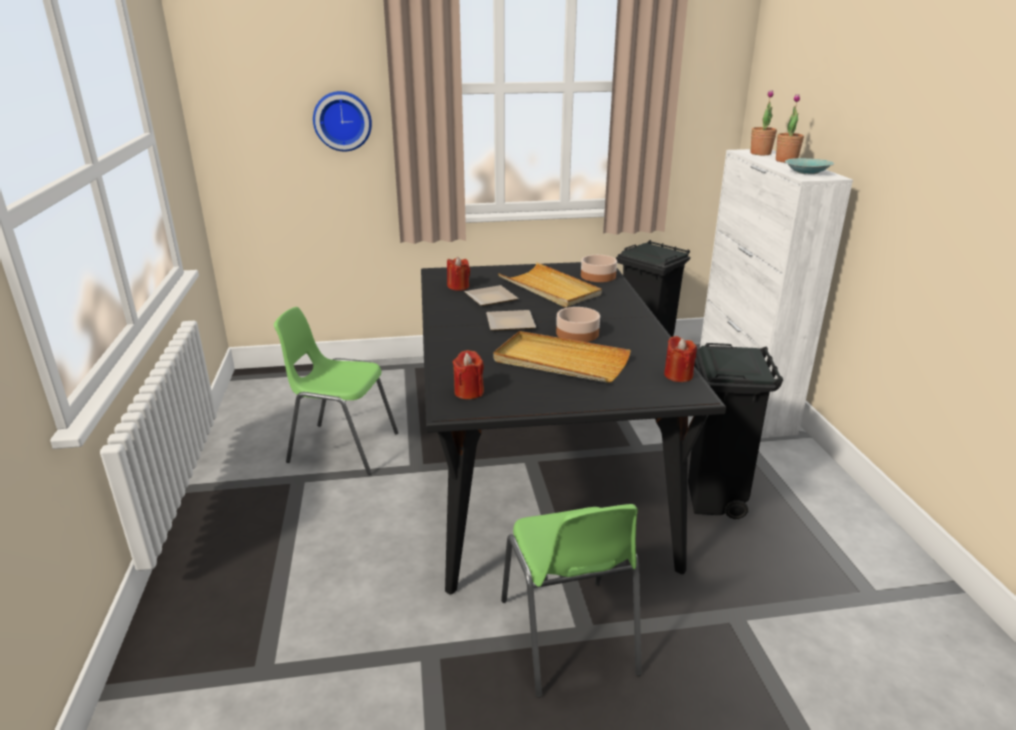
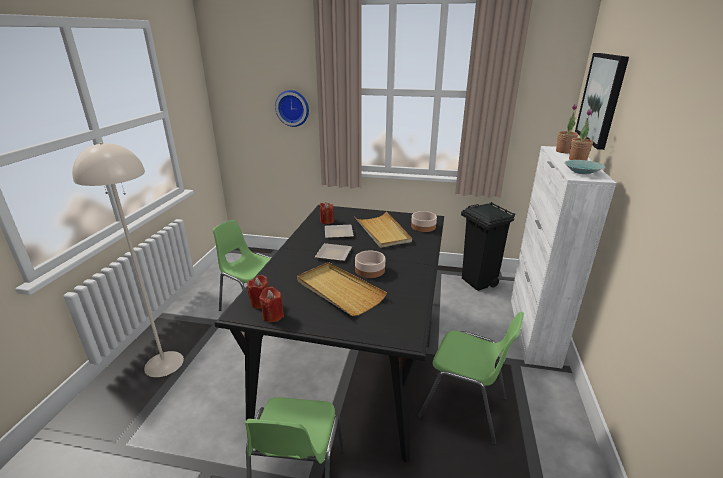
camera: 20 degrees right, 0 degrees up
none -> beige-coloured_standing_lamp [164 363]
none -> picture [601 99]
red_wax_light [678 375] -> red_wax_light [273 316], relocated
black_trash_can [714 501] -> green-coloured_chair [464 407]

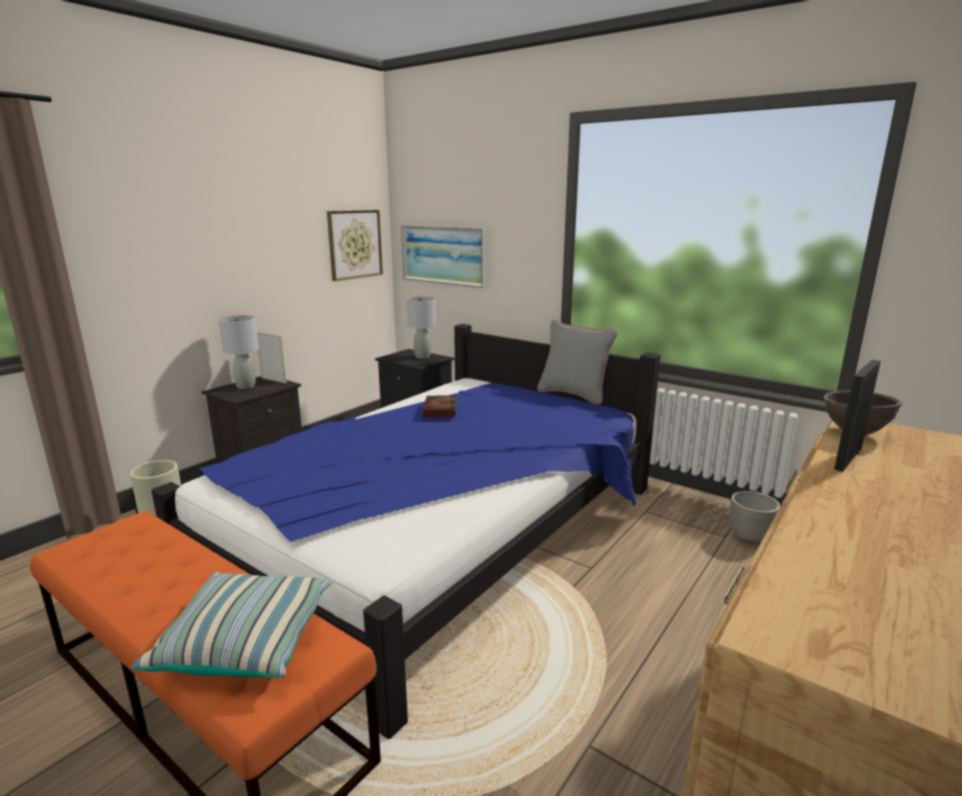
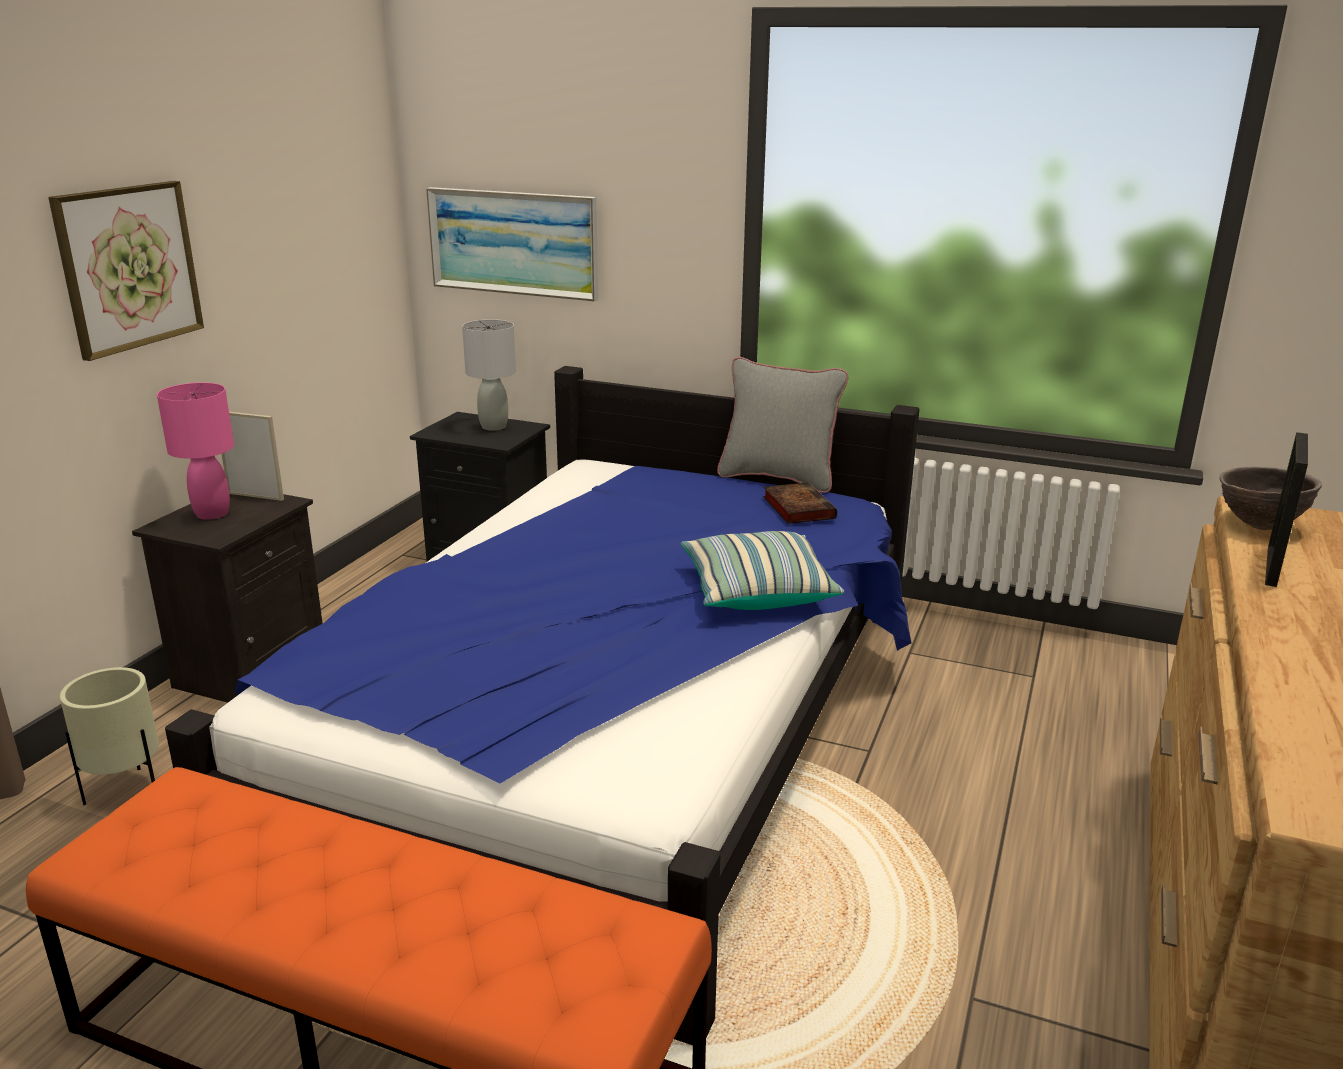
camera: 15 degrees left, 5 degrees up
planter [750 538] -> none
throw_pillow [246 641] -> throw_pillow [756 591], relocated
picture [355 244] -> picture [129 267], relocated
book [440 409] -> book [797 507], relocated
greyish_lamp_for_a_table [246 386] -> pinkish_lamp_for_a_table [212 514]

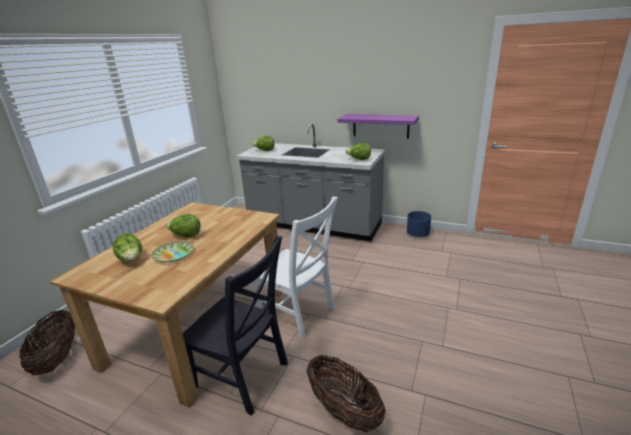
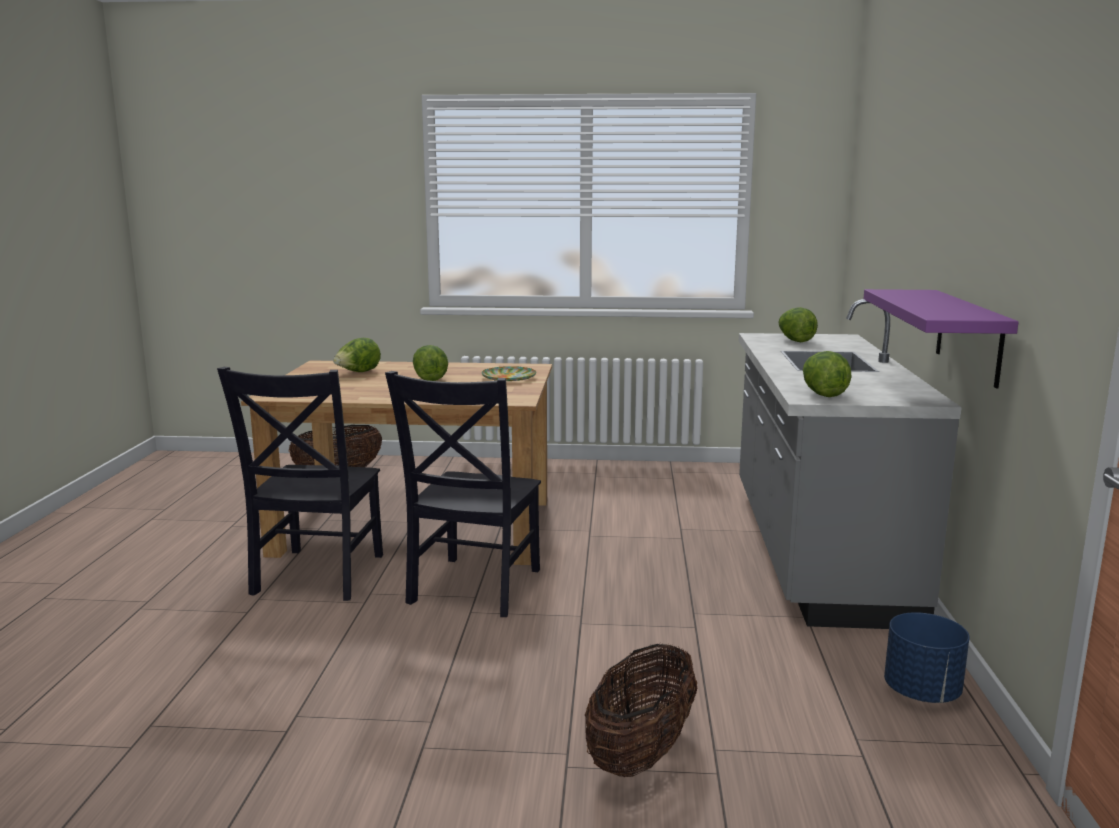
camera: 70 degrees right, 10 degrees down
dinner_plate [174 254] -> dinner_plate [509 378], relocated
basket [343 411] -> basket [641 753], relocated
white_chair [299 313] -> black_chair [472 588]

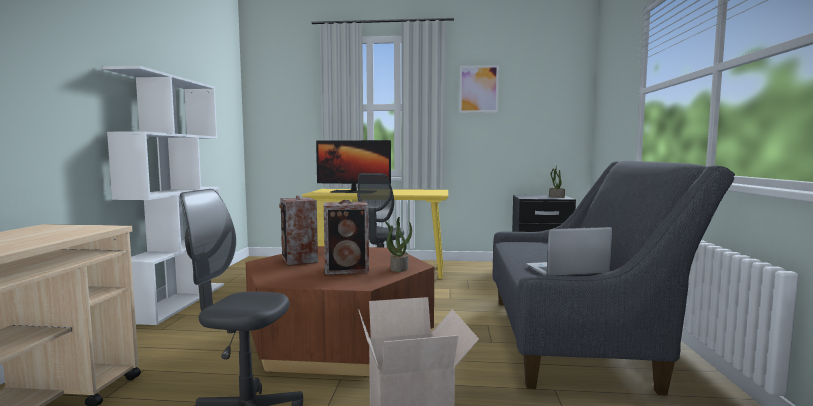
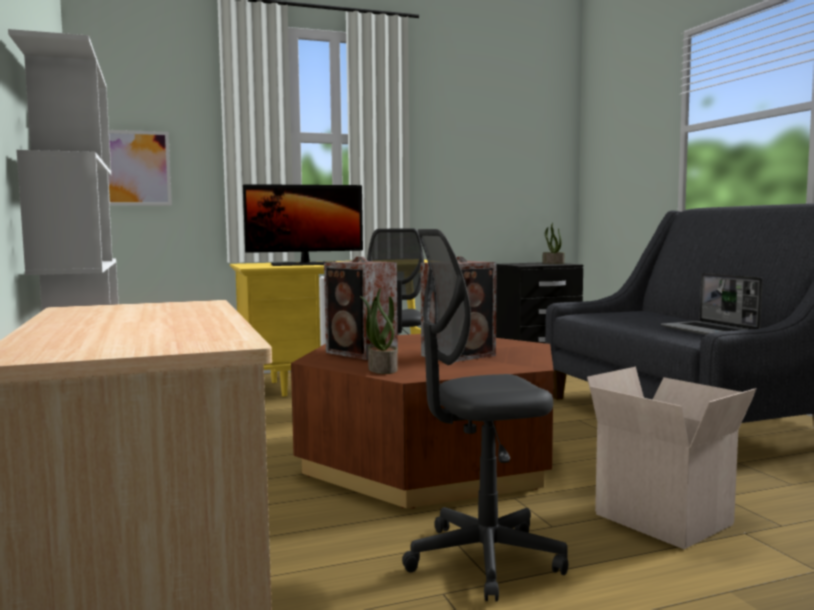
camera: 25 degrees left, 0 degrees up
potted_plant [399 268] -> potted_plant [381 369], relocated
picture [478 89] -> picture [137 168], relocated
notebook_computer [566 271] -> notebook_computer [710 331], 75 degrees counterclockwise

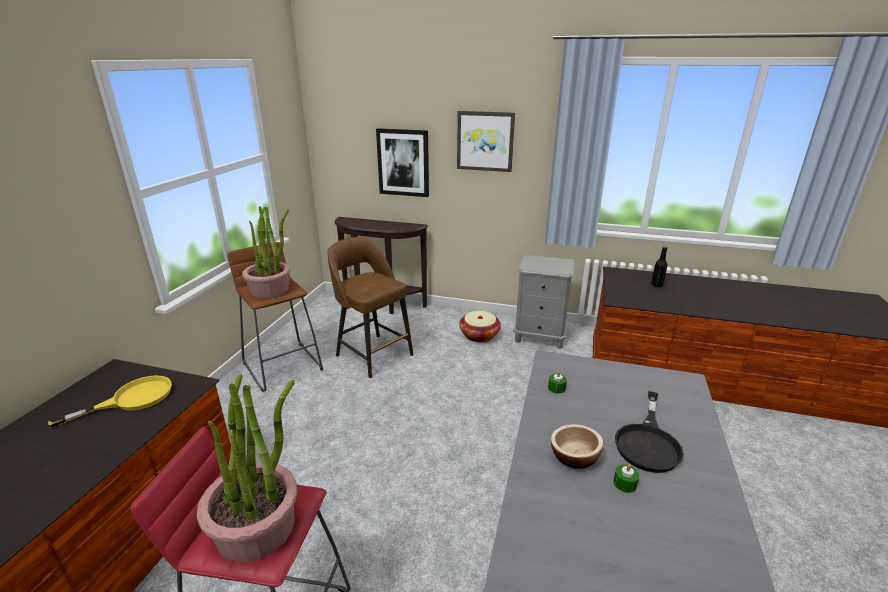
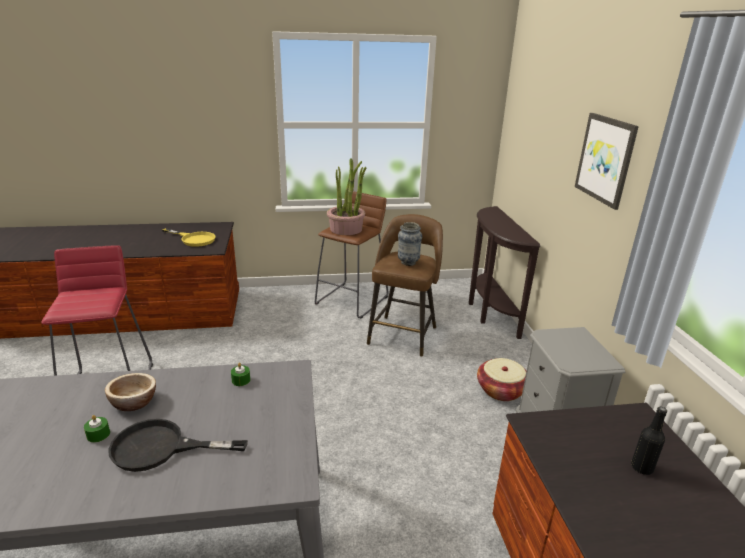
camera: 65 degrees right, 0 degrees up
potted_plant [257 526] -> none
picture [403 162] -> none
none -> vase [408 263]

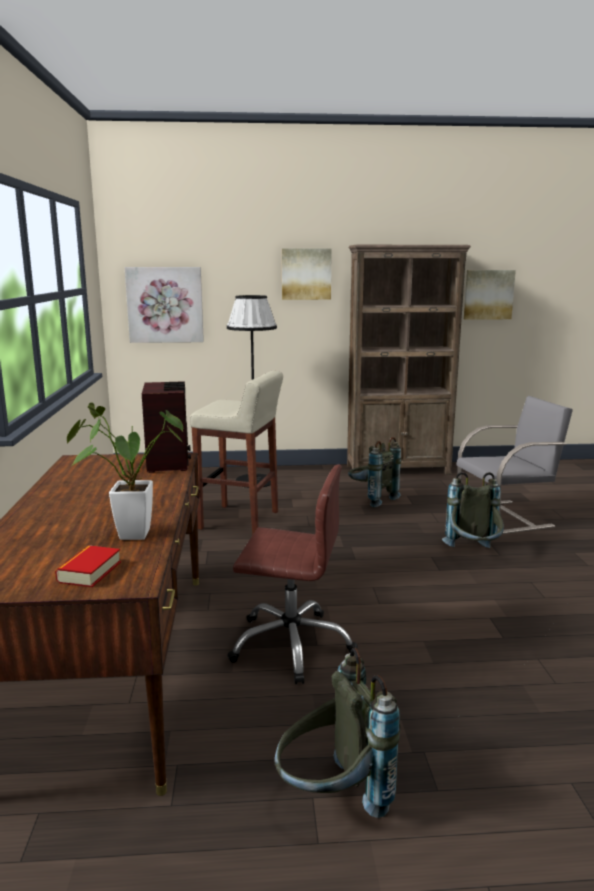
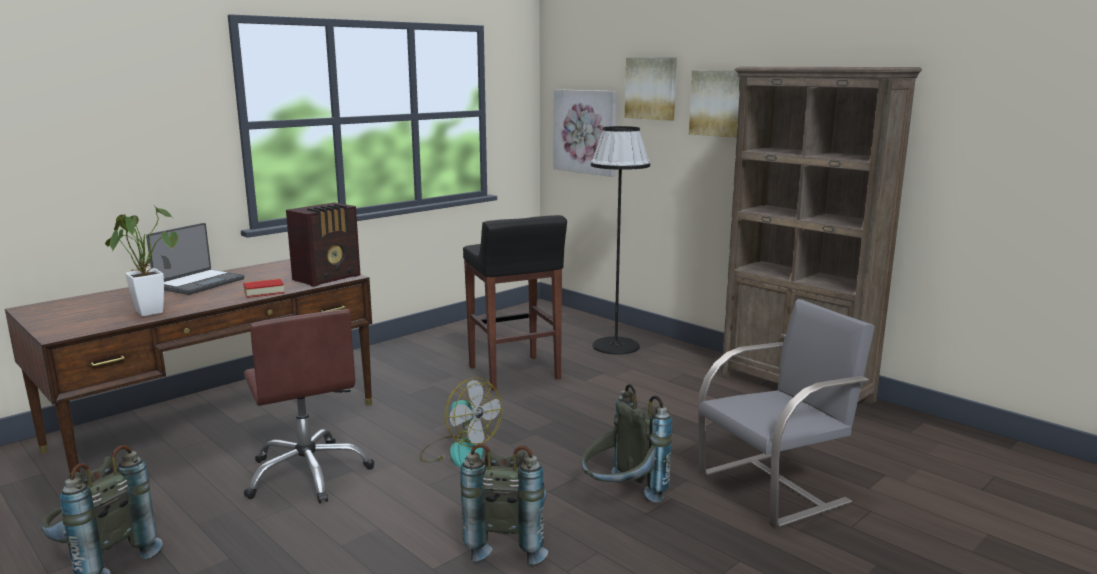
camera: 50 degrees right, 0 degrees up
none -> notebook_computer [199 283]
none -> electric_fan [459 451]
book [89 572] -> book [264 292], relocated
greyish_backpack [371 498] -> greyish_backpack [507 542], relocated
picture [488 294] -> picture [651 88], relocated
beige-coloured_stool_seat [240 521] -> black_stool_seat [514 374]
greyish_chair [506 517] -> greyish_chair [775 487], 60 degrees counterclockwise

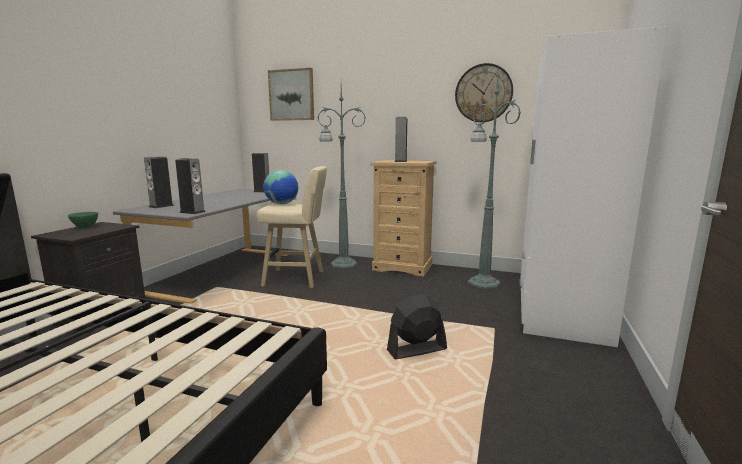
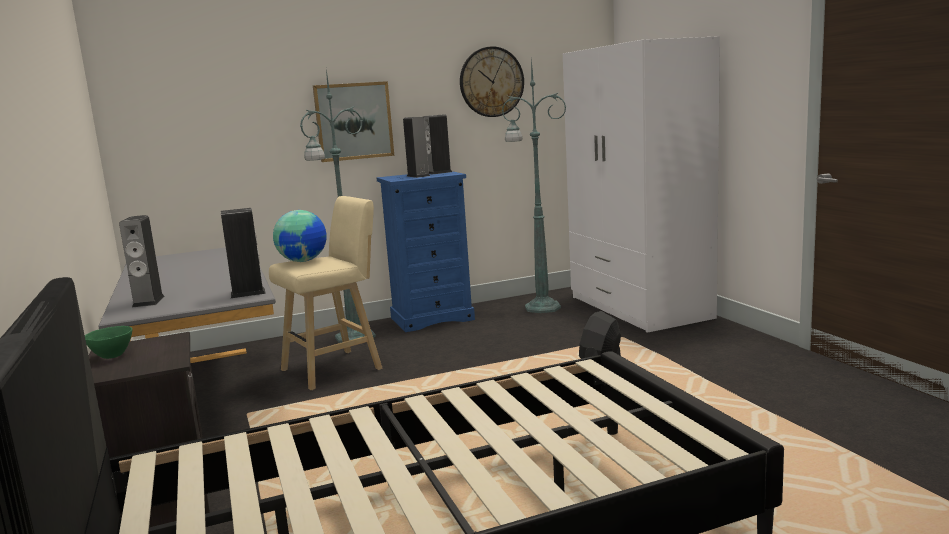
camera: 40 degrees left, 0 degrees up
speaker [262 191] -> speaker [439 172], relocated
picture [291 95] -> picture [353 121], relocated
beige-coloured_chest_of_drawers [403 267] -> bluish_chest_of_drawers [432 318]

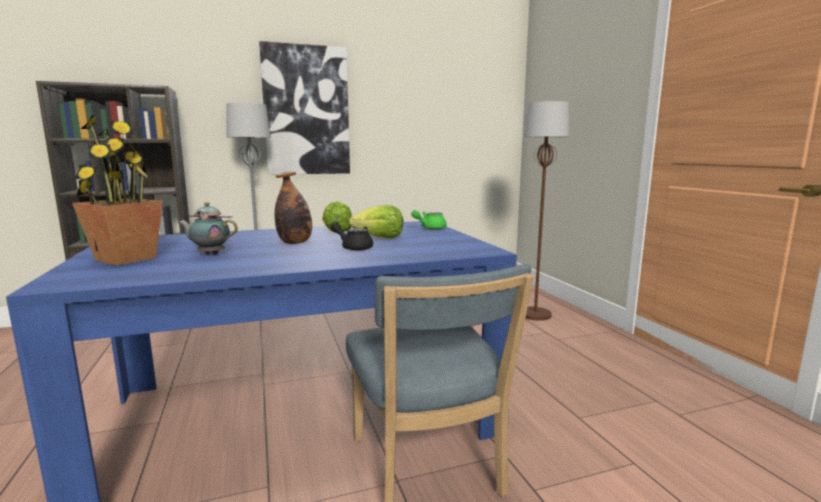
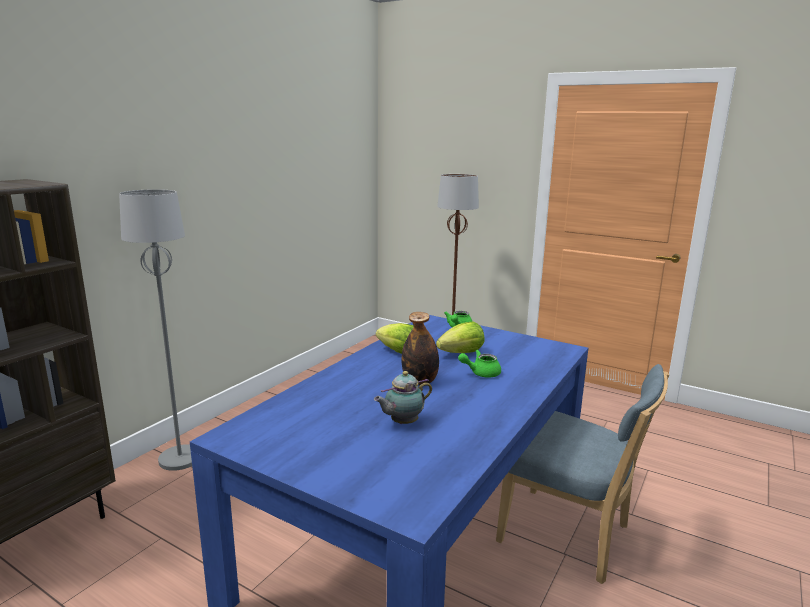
camera: 40 degrees left, 5 degrees up
potted_plant [125 259] -> none
picture [306 111] -> none
black_teapot [354 247] -> green-coloured_teapot [481 373]

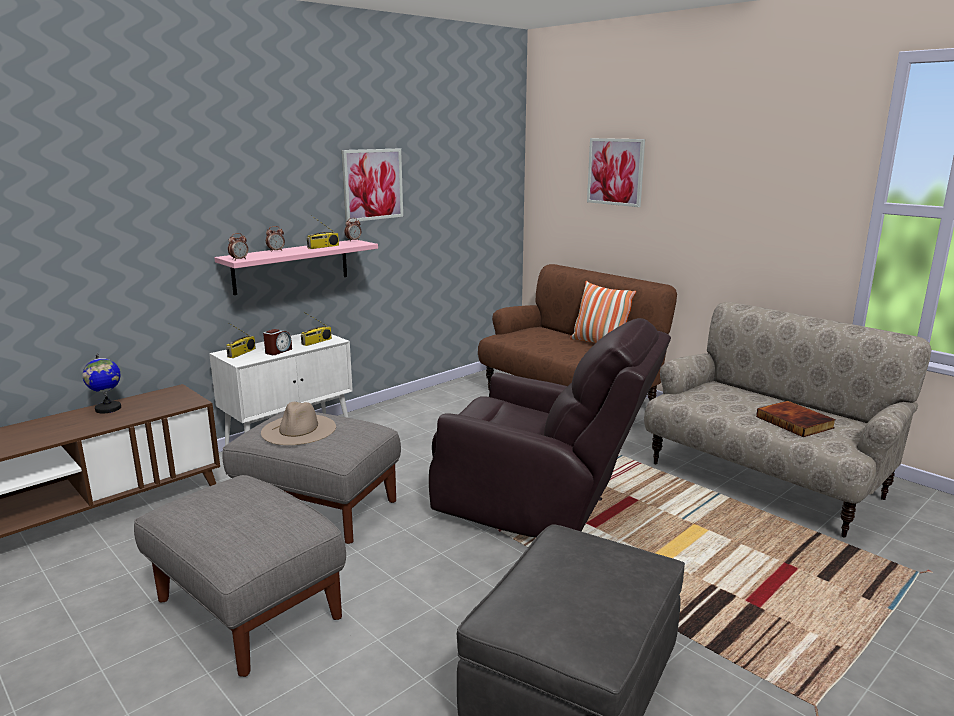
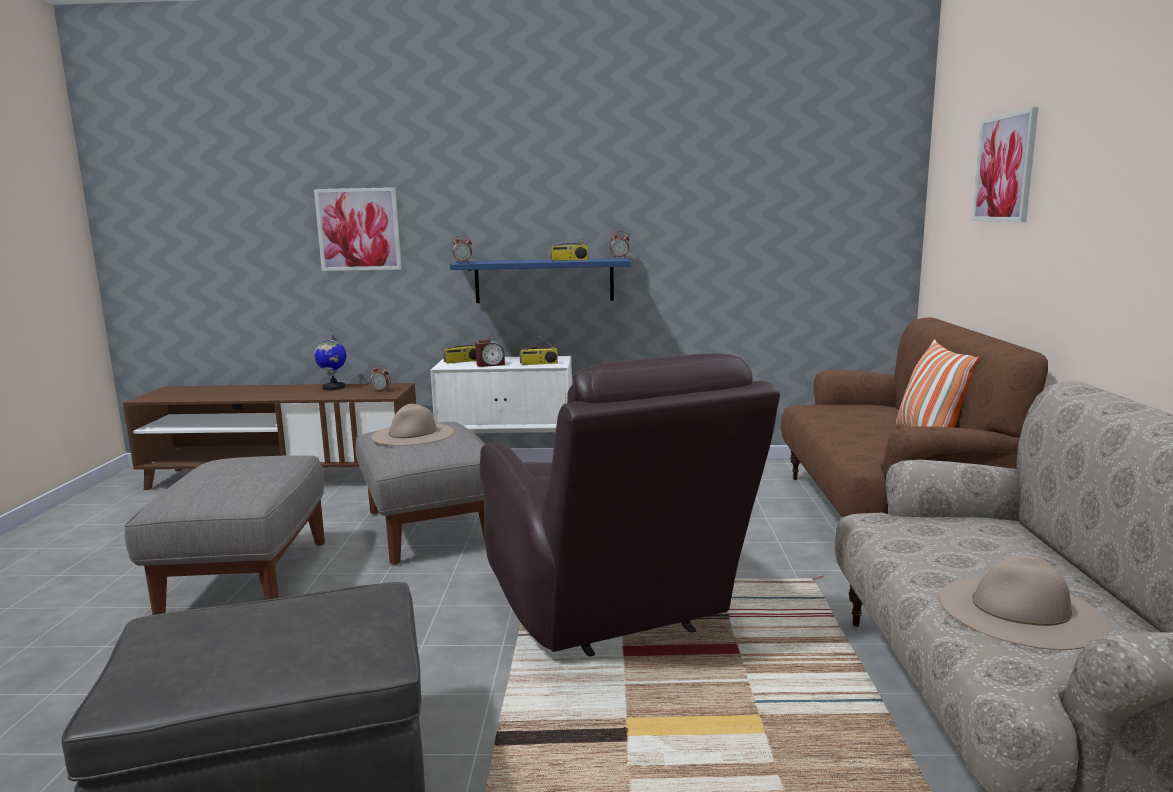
camera: 45 degrees right, 5 degrees down
bedside_clock [276 251] -> bedside_clock [381 390], relocated
picture [372 184] -> picture [358 229], relocated
book [795 422] -> beige-coloured_hat [1020 611]
pinkish_bracket_shelf [291 266] -> bluish_bracket_shelf [544 280]

